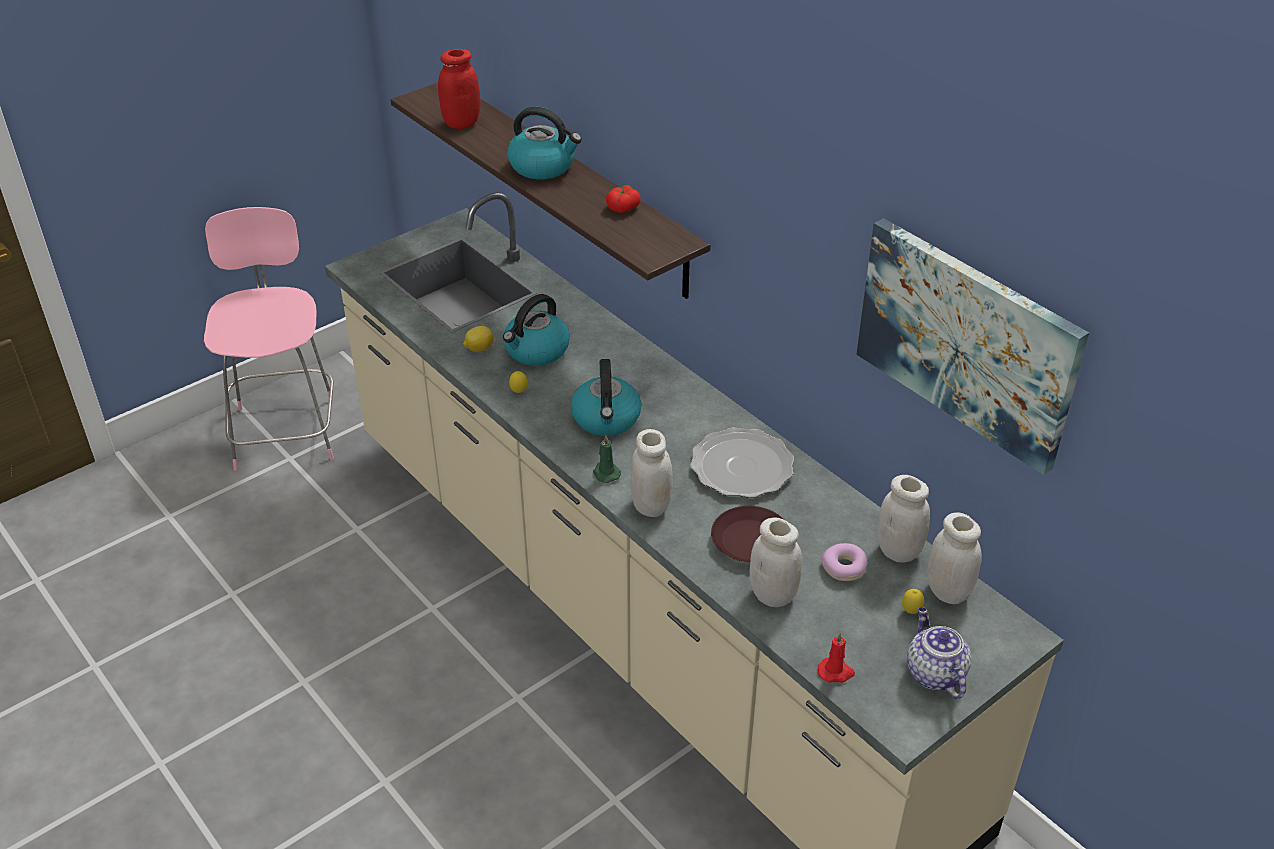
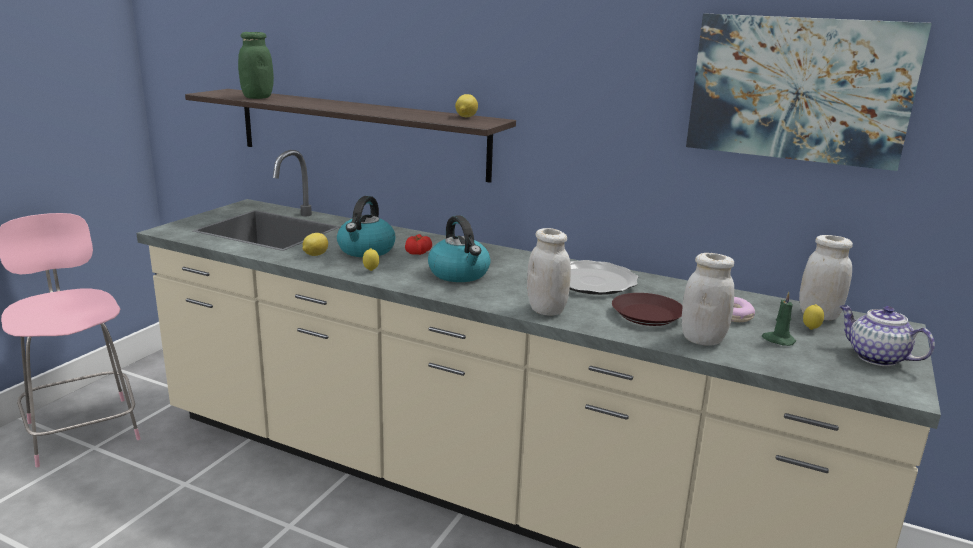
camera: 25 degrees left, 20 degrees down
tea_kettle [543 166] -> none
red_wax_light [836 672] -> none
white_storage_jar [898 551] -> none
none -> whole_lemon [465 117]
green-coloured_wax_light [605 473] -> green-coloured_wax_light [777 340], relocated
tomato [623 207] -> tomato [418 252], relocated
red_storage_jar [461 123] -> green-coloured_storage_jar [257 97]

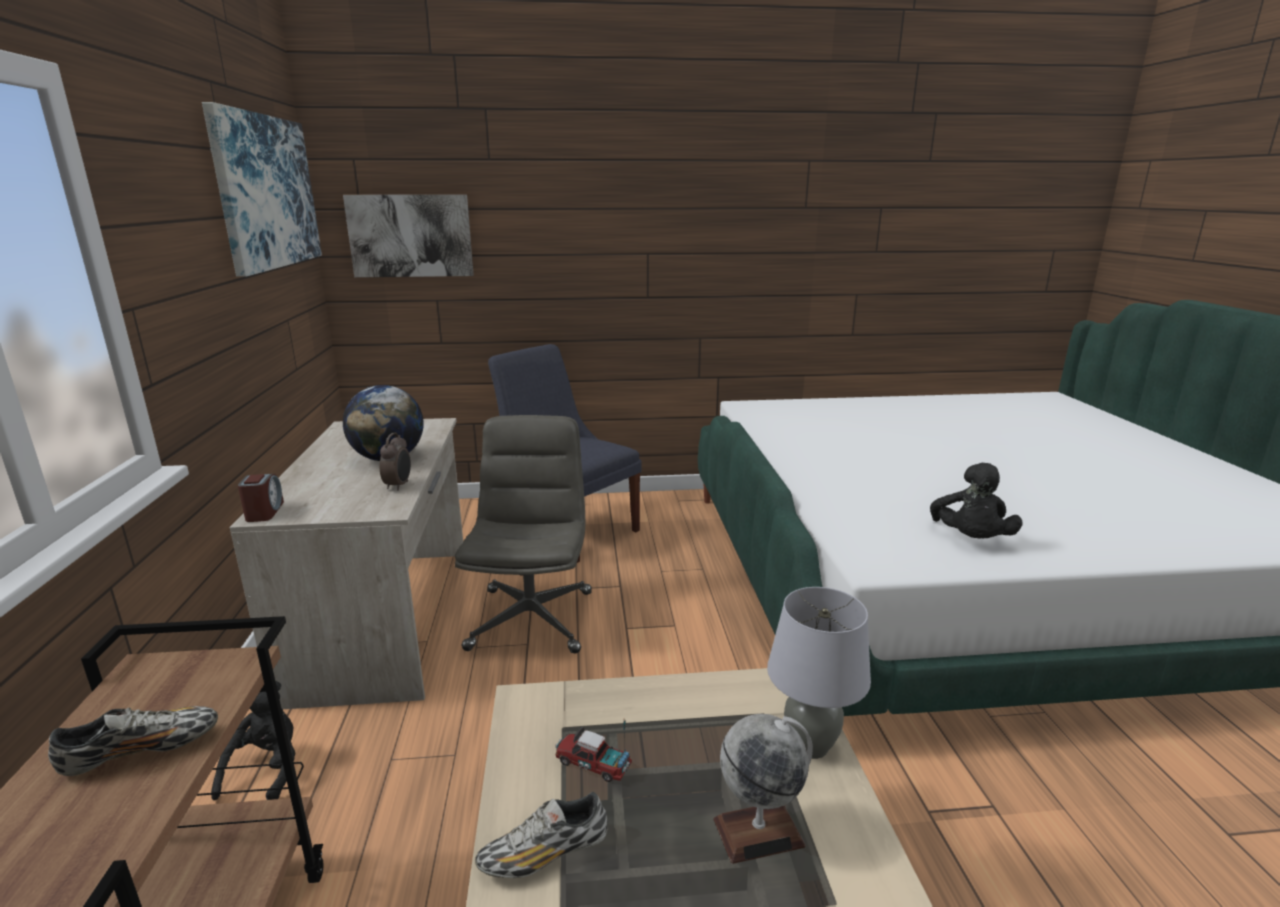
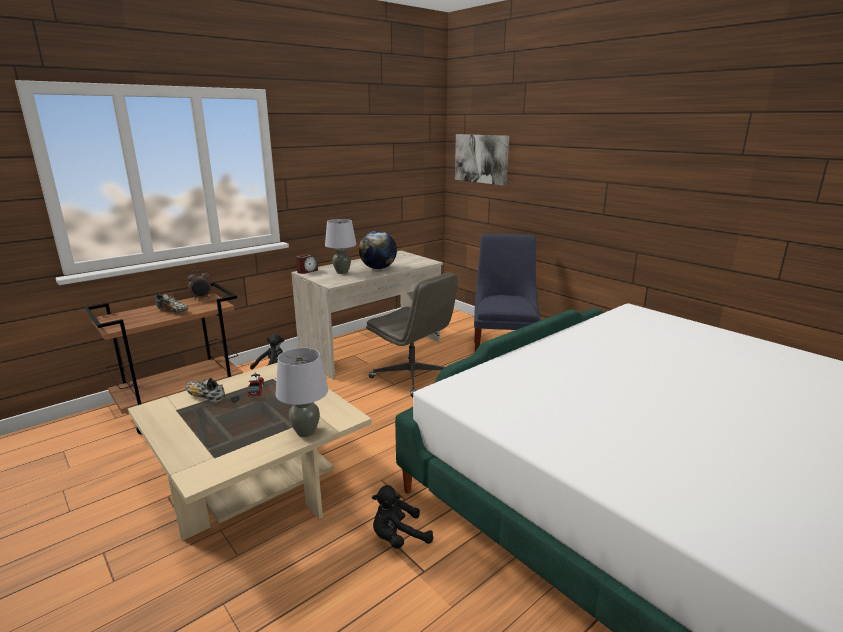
camera: 55 degrees right, 0 degrees up
picture [266 192] -> none
desk_globe [758 832] -> none
none -> greyish_lamp_for_a_table [342 272]
bedside_clock [399 485] -> bedside_clock [201 298], relocated
black_cuddly_toy [970 540] -> black_cuddly_toy [398 538], relocated
greyish_computer_chair [531 619] -> greyish_computer_chair [413 377], 75 degrees clockwise

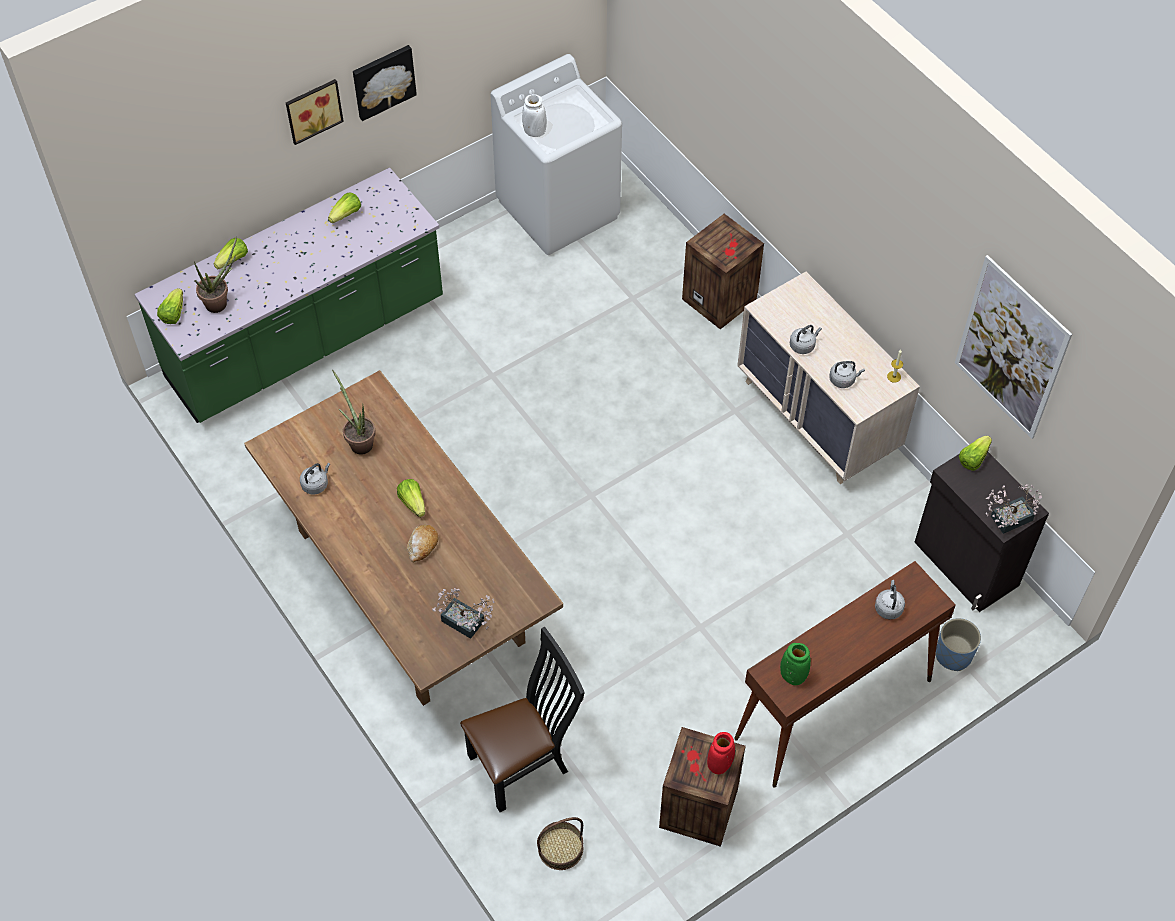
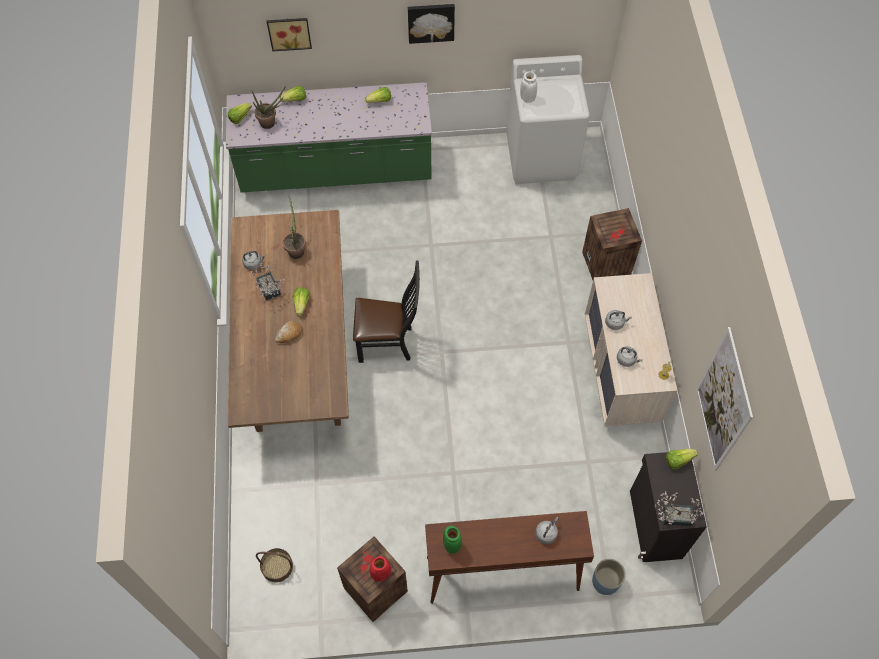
camera: 30 degrees right, 5 degrees up
picture [312 109] -> picture [289 32], relocated
potted_plant [466 624] -> potted_plant [270 291], relocated
black_chair [524 762] -> black_chair [389 343], relocated

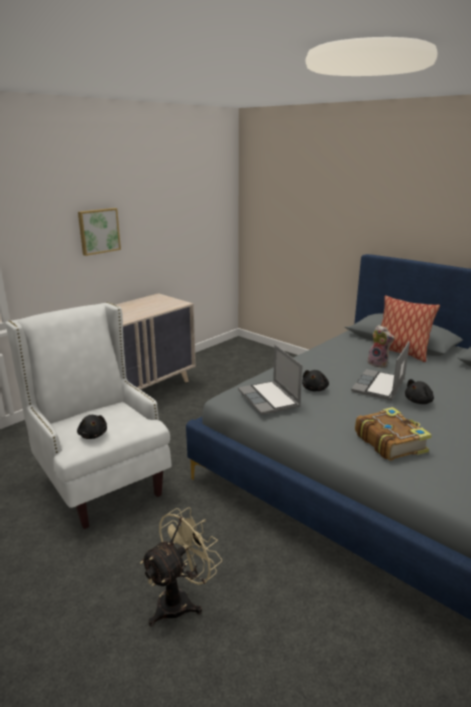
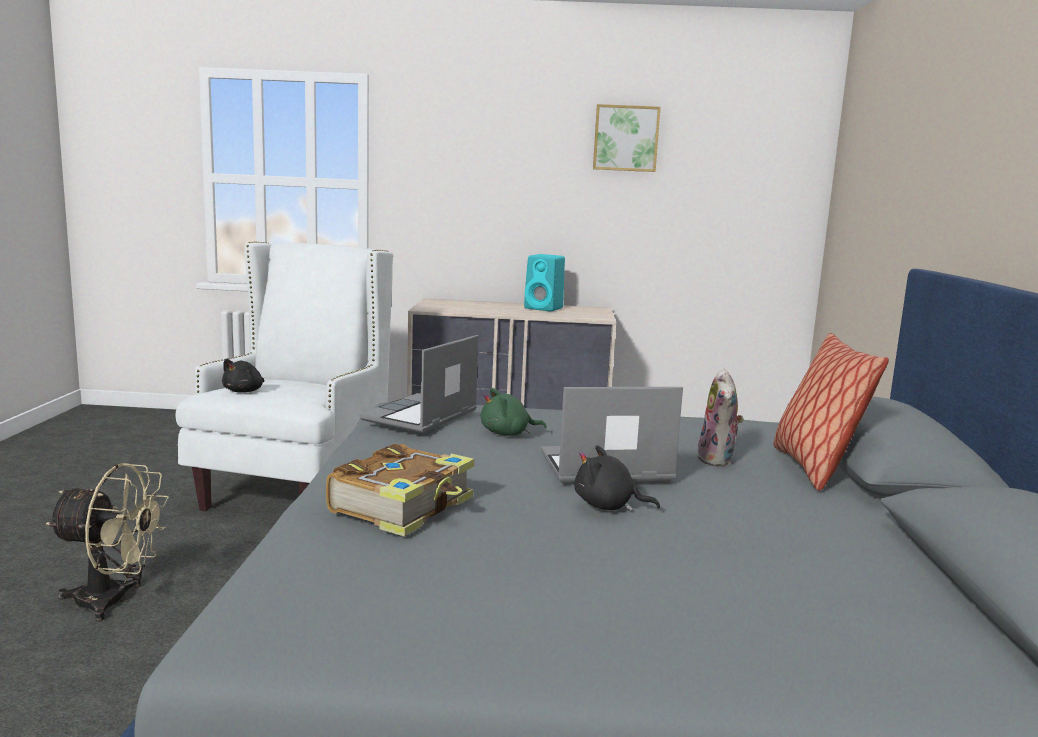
camera: 50 degrees right, 10 degrees down
none -> turquoise_speaker [545 308]
picture [98 231] -> picture [625 138], relocated
black_cuddly_toy [315 389] -> green-coloured_cuddly_toy [508 434]

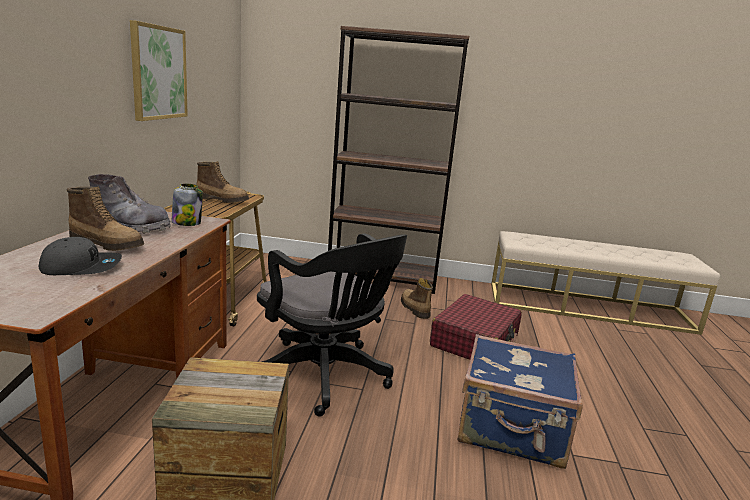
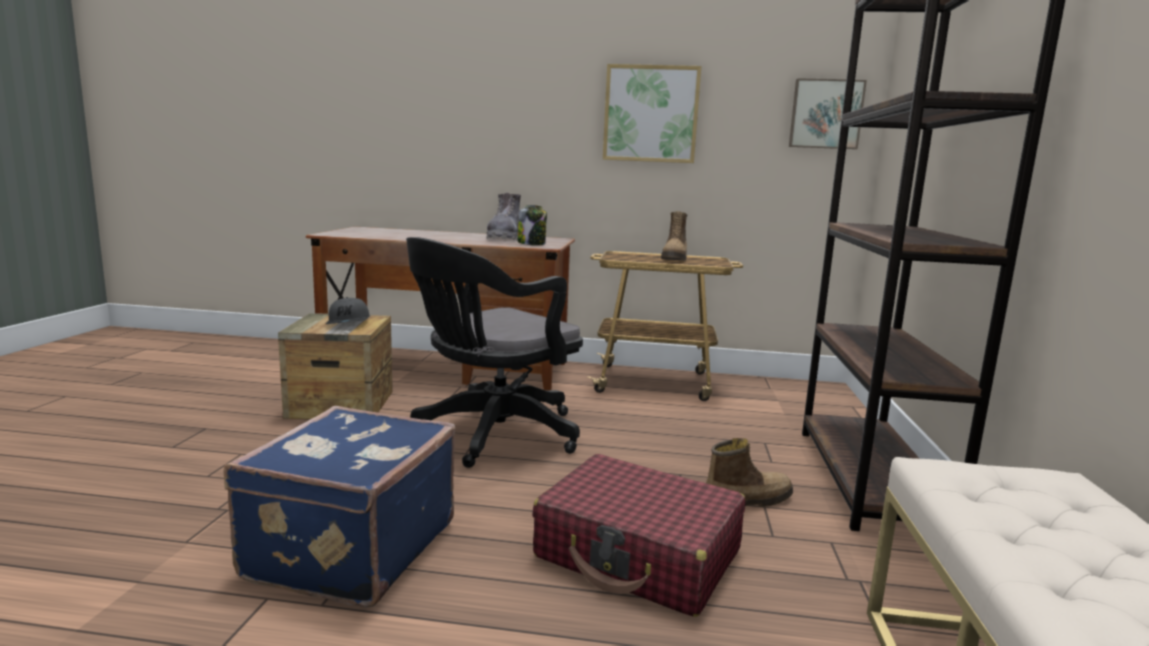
camera: 90 degrees right, 5 degrees down
boot [108 245] -> none
none -> picture [825 114]
greyish_baseball_cap [82 267] -> greyish_baseball_cap [349 322], relocated

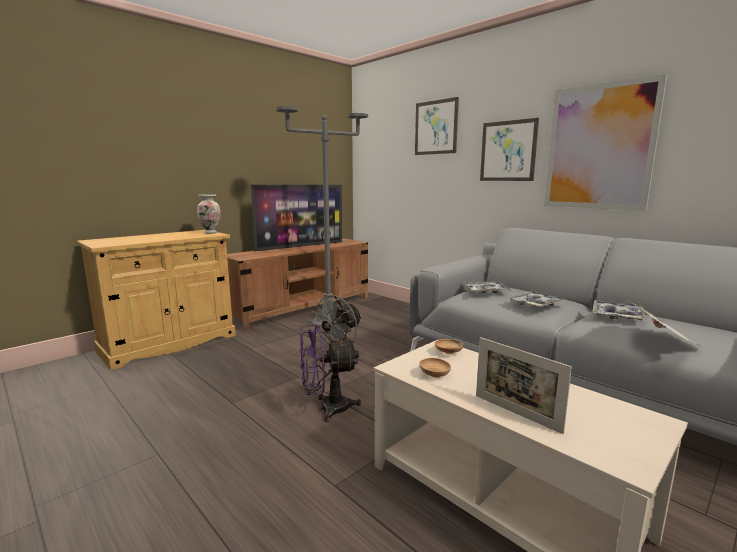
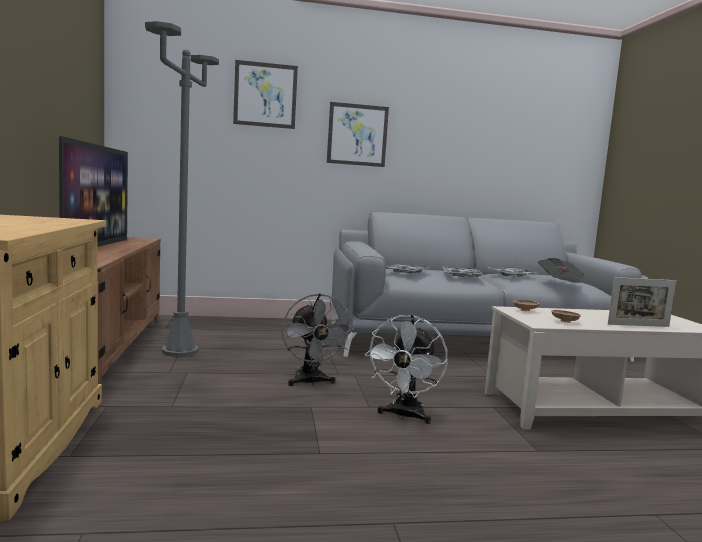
camera: 55 degrees left, 5 degrees down
vase [210 233] -> none
picture [599 147] -> none
purple-coloured_electric_fan [327 409] -> white_electric_fan [404 416]

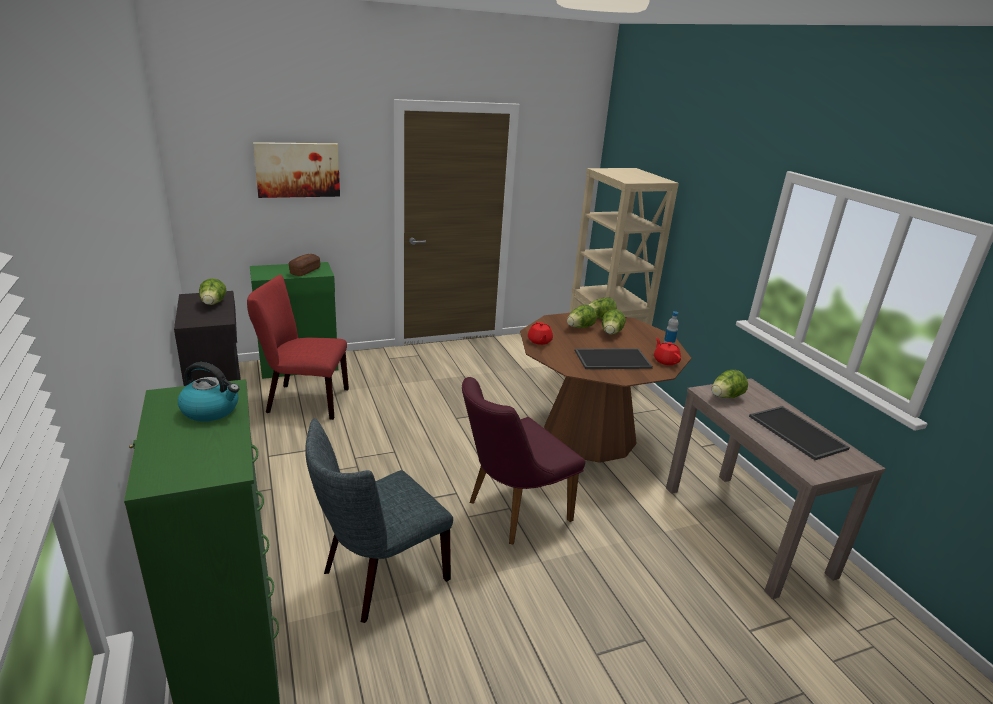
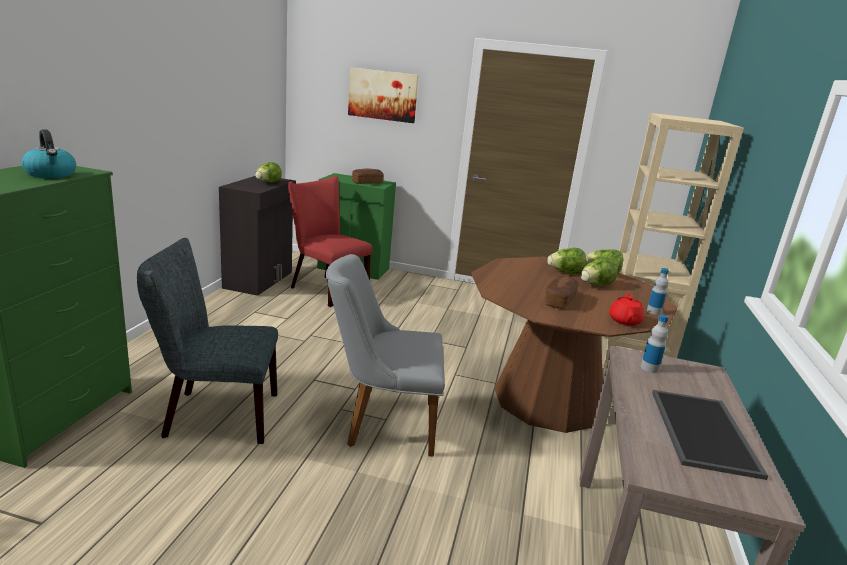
camera: 35 degrees right, 5 degrees down
red_teapot [539 341] -> none
serving_tray [613 359] -> bakery_bread [559 301]
head_of_lettuce [725 397] -> bottle [649 368]
purple-coloured_chair [510 512] -> greyish_chair [382 423]

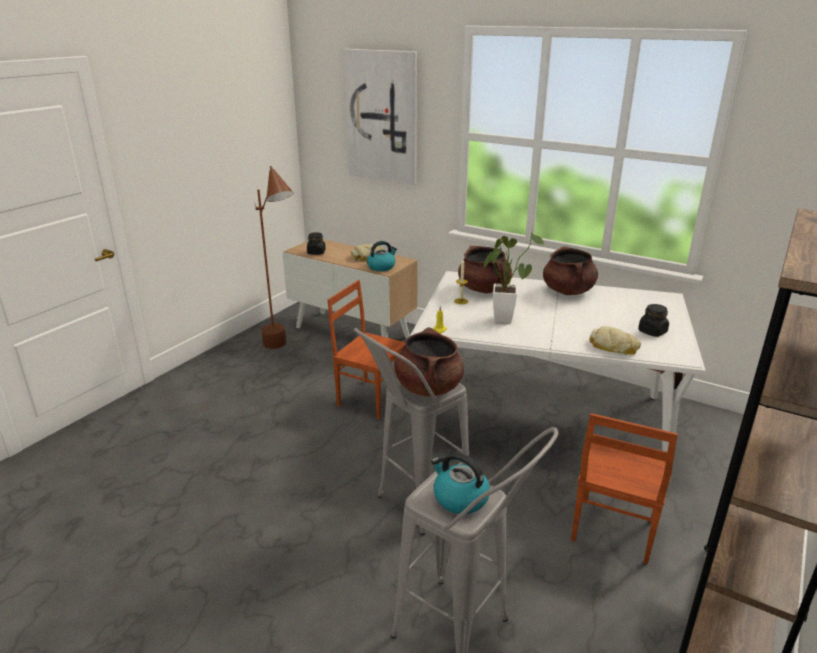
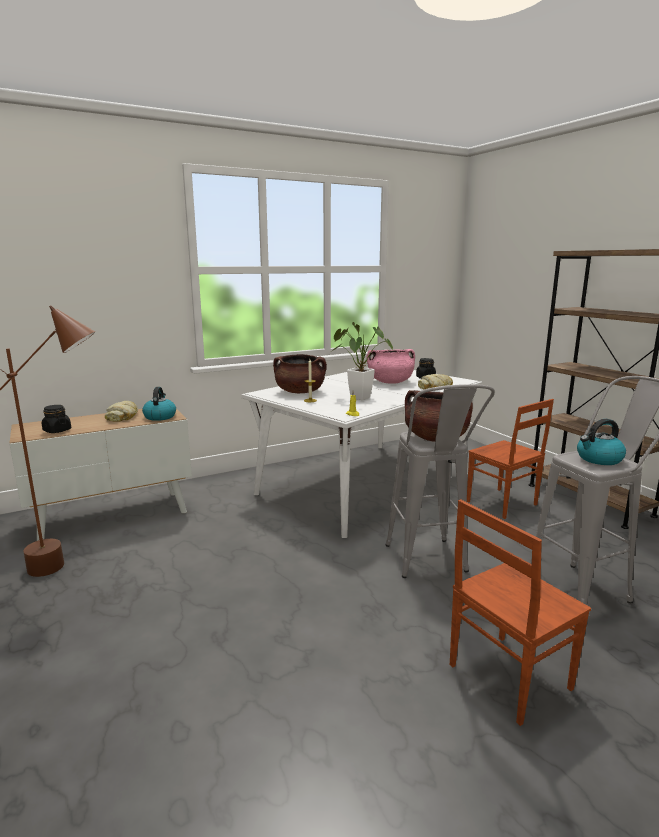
camera: 60 degrees left, 10 degrees down
picture [382 117] -> none
brownish_cooking_pot [568 291] -> none
none -> pinkish_cooking_pot [390 382]
brownish_chair [371 398] -> brownish_chair [506 676], relocated

